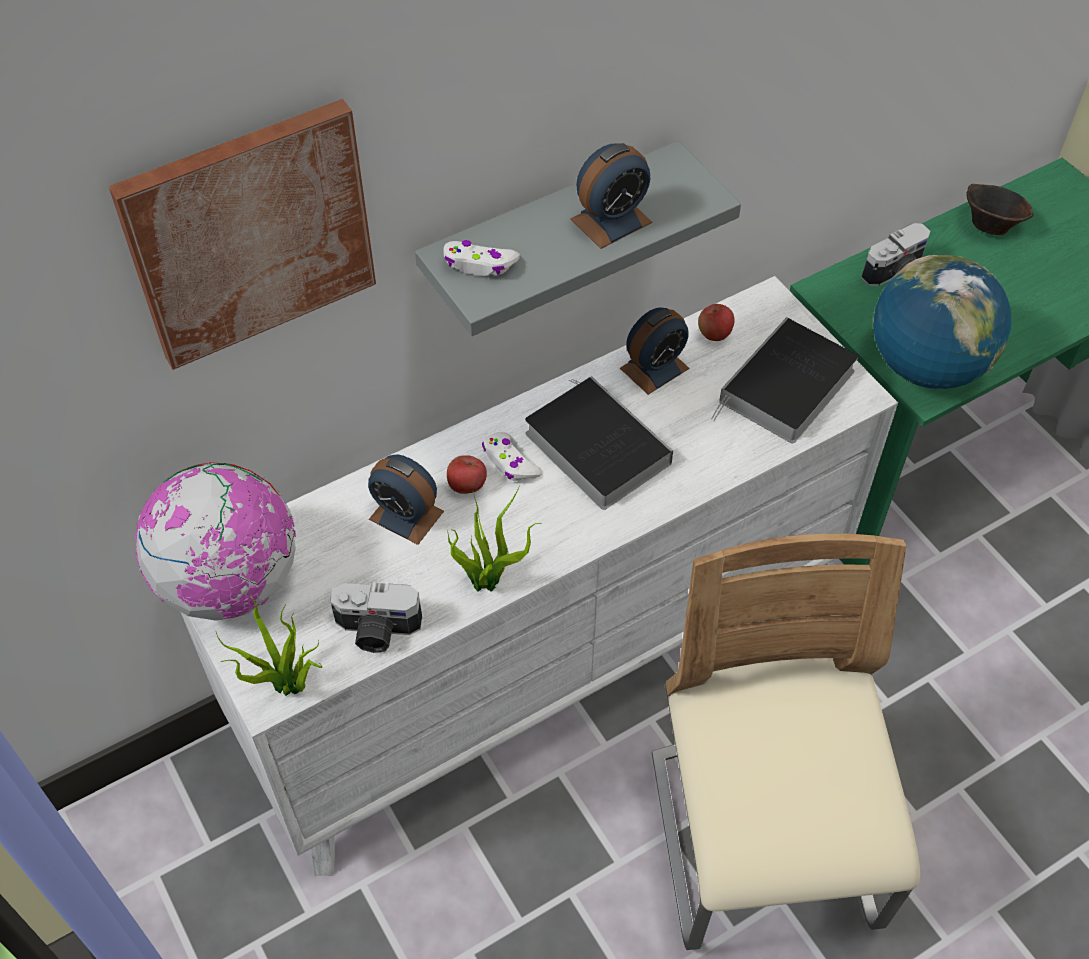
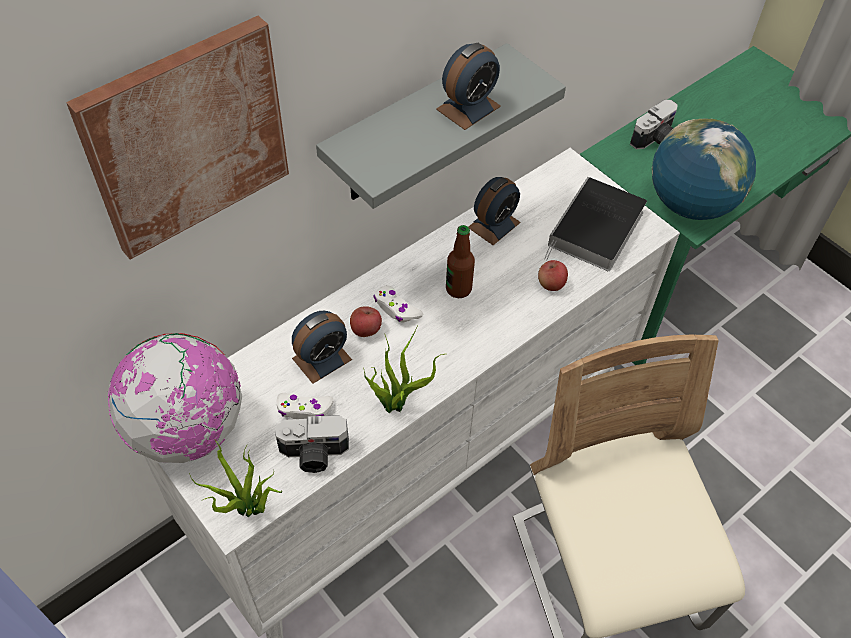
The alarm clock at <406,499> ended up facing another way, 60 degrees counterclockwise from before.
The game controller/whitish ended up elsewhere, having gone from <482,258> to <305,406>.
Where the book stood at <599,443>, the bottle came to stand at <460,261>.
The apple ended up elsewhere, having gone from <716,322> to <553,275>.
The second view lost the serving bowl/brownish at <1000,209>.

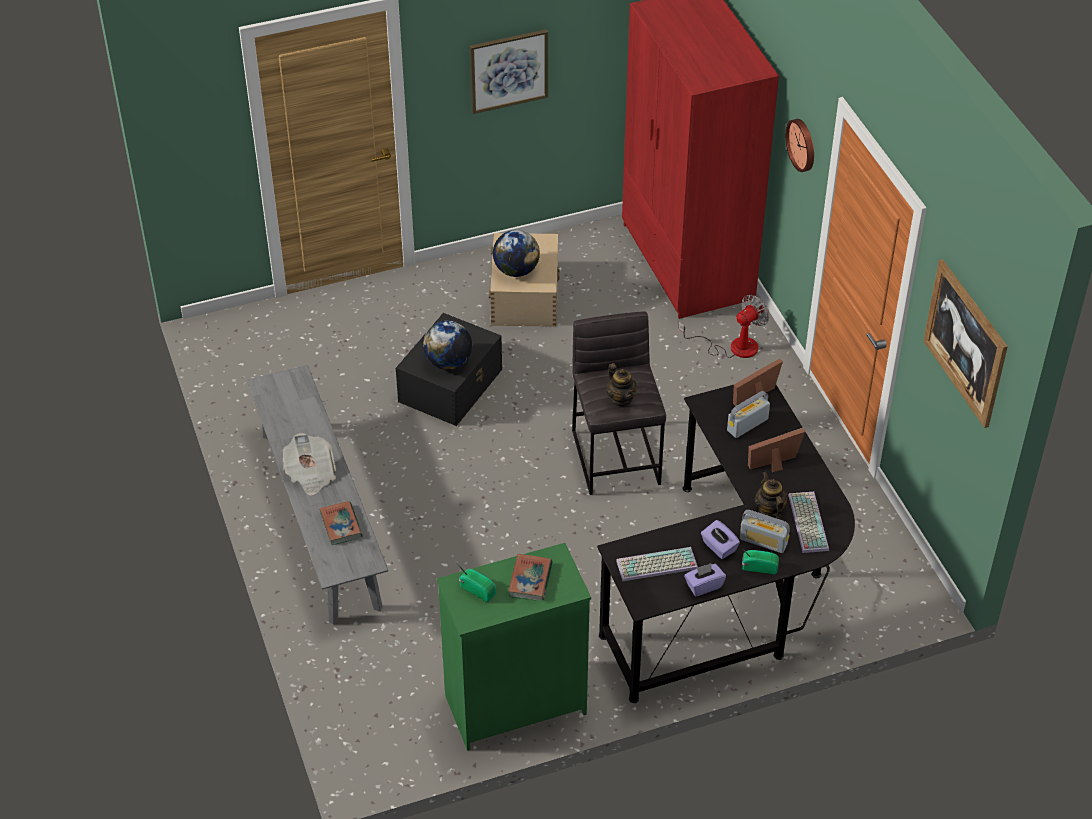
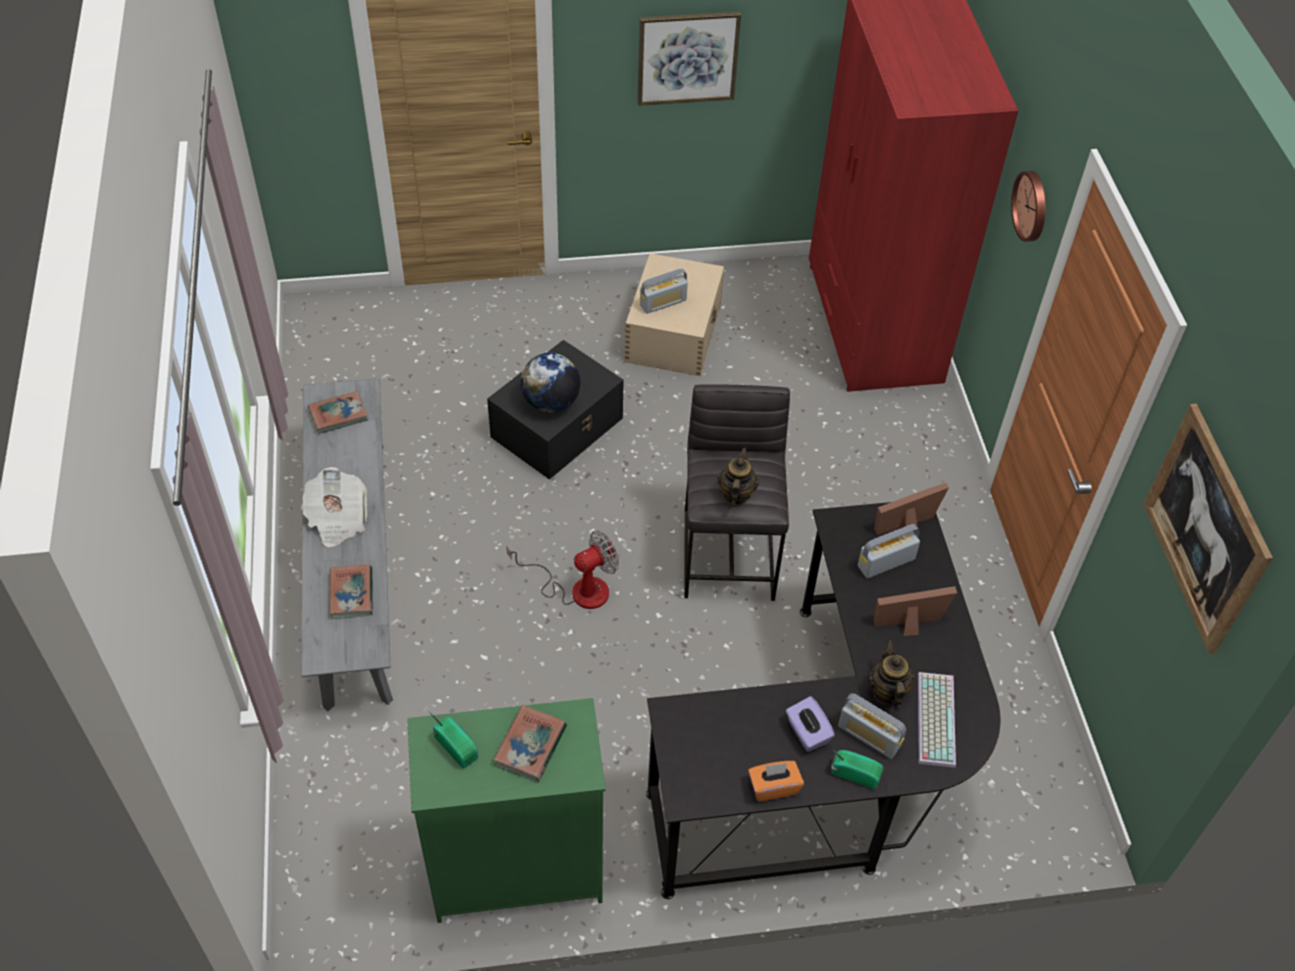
Where the world globe stood at <516,253>, the radio receiver came to stand at <664,291>.
The teapot at <622,384> ended up facing another way, 150 degrees counterclockwise from before.
The second view lost the computer keyboard at <657,564>.
The electric fan ended up elsewhere, having gone from <724,326> to <562,570>.
What was the box of tissues/purple-coloured at <705,580> turned into the box of tissues/orange at <776,781>.
The second view gained the book at <338,412>.

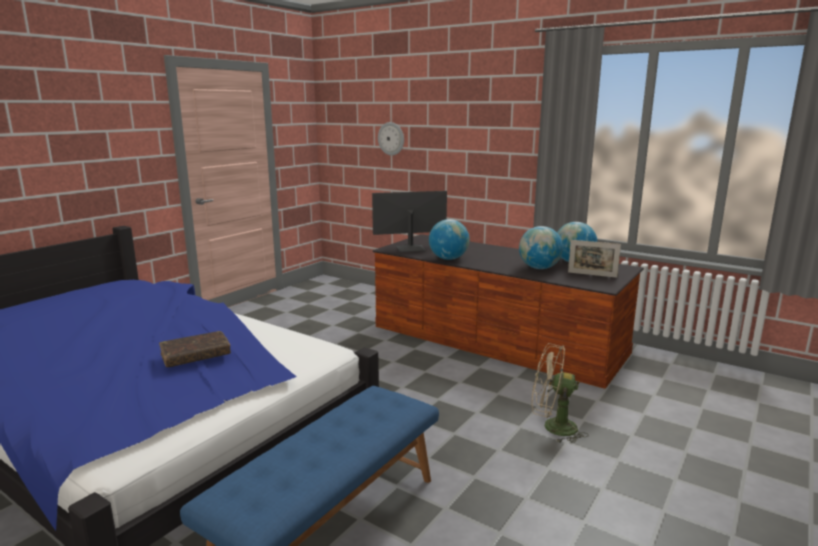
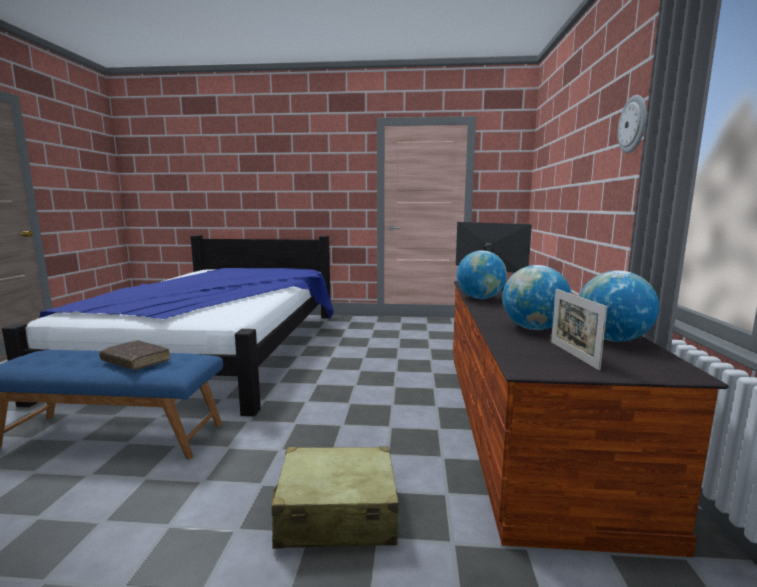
The book/brownish ended up elsewhere, having gone from <195,349> to <135,355>.
The clock on the wall ended up elsewhere, having gone from <391,139> to <632,124>.
Where the electric fan/sand-coloured stood at <559,393>, the suitcase/sand-coloured came to stand at <335,497>.

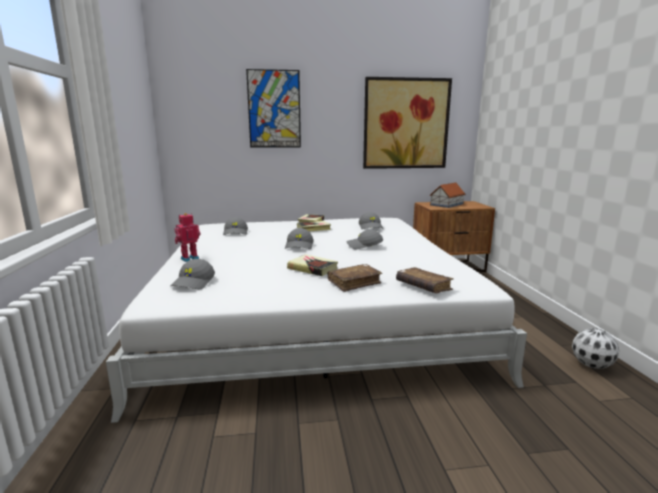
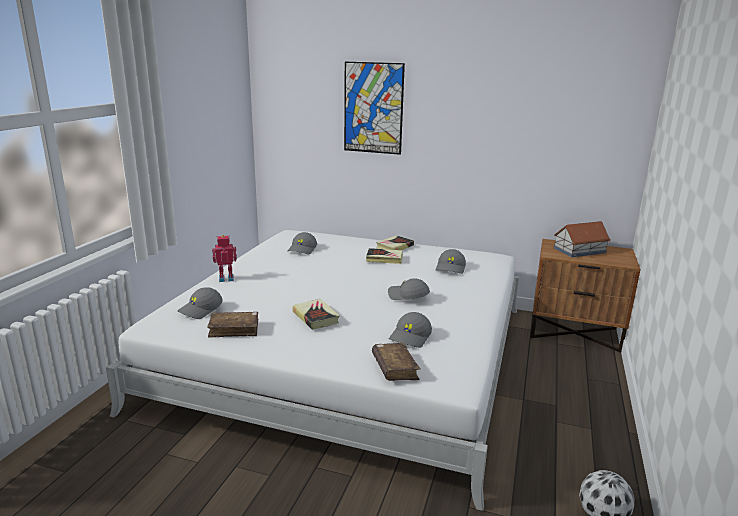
The peaked cap/gray ended up elsewhere, having gone from <299,238> to <410,330>.
The book/brownish ended up elsewhere, having gone from <355,278> to <232,325>.
The second view lost the wall picture at <407,123>.

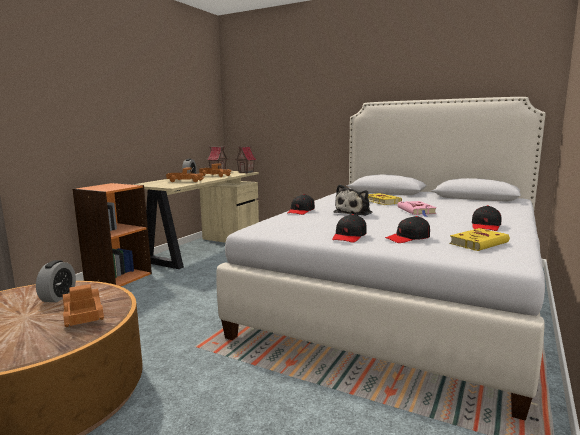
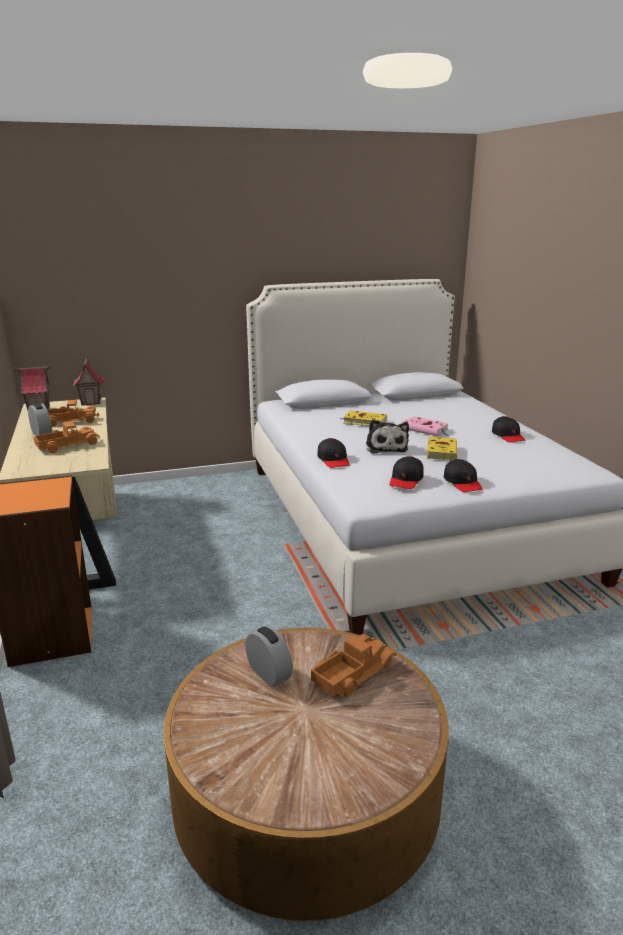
The toy truck at <83,305> ended up facing another way, 120 degrees clockwise from before.
The peaked cap/black ended up elsewhere, having gone from <407,229> to <406,472>.
The book/yellow-coloured ended up elsewhere, having gone from <479,239> to <442,448>.

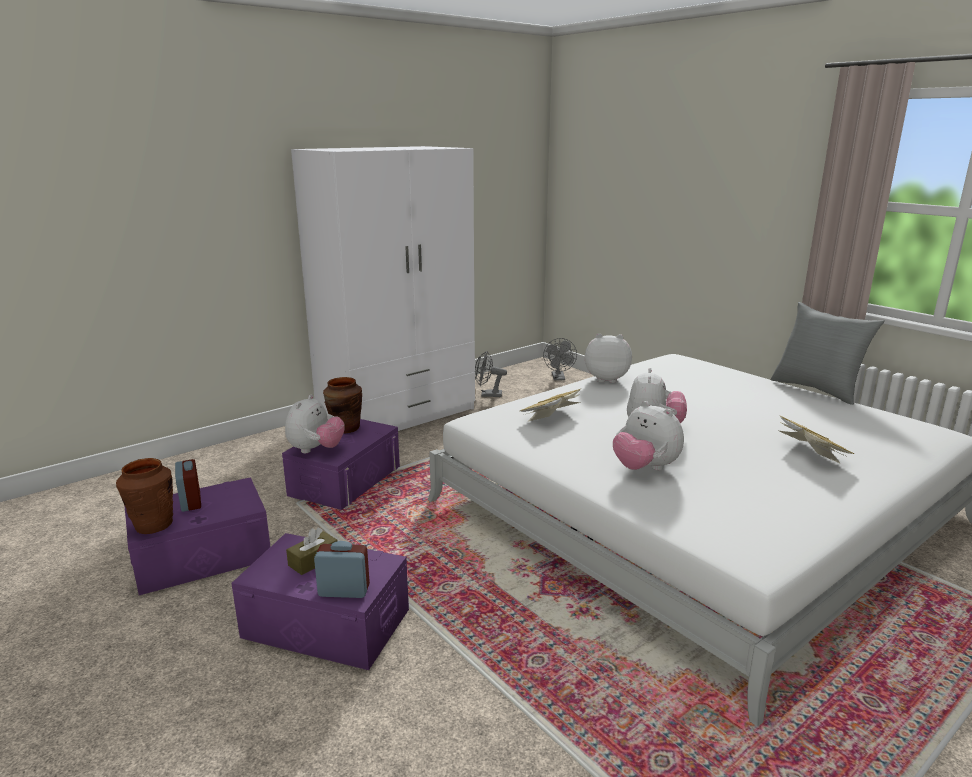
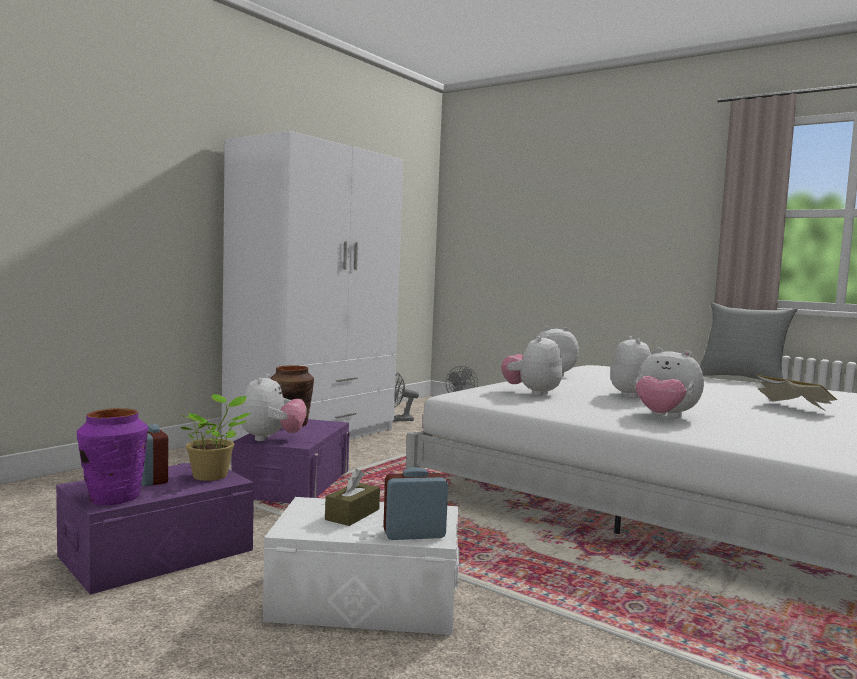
What was the vase/brownish at <144,496> turned into the vase/purple-coloured at <113,456>.
What was the storage box/purple-coloured at <320,601> turned into the storage box/whitish at <361,566>.
Where the book stood at <550,405>, the soft toy came to stand at <531,365>.
The second view gained the houseplant at <215,437>.

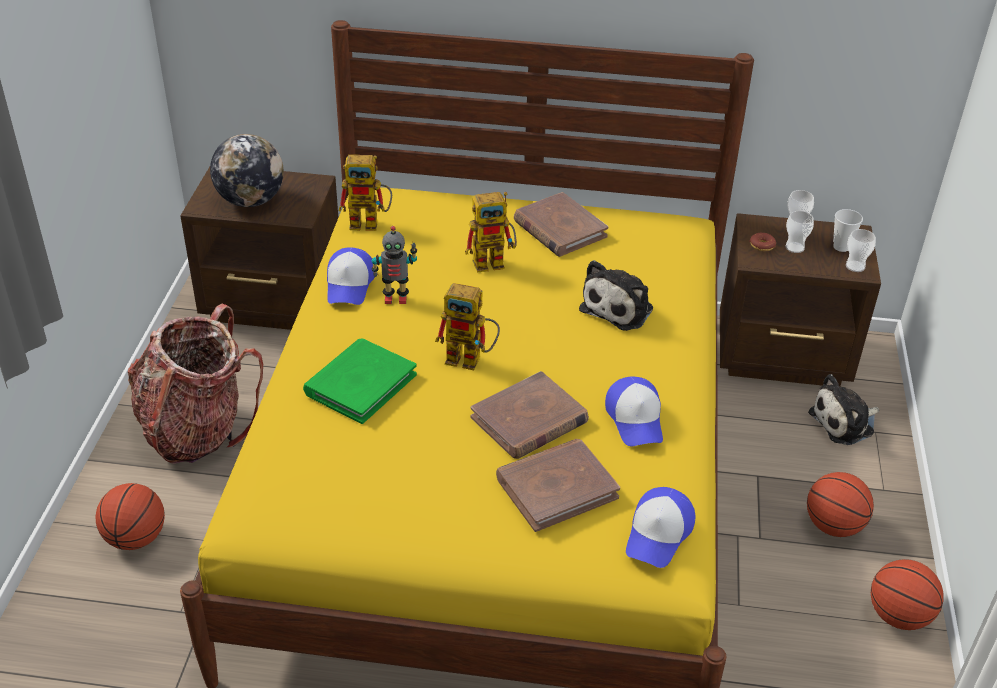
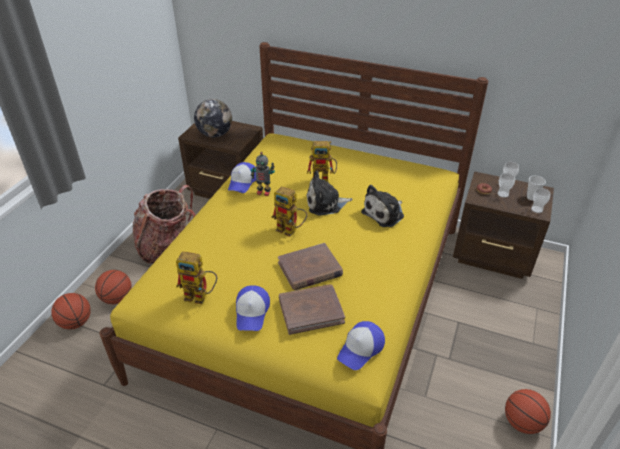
The second view lost the book/greenish at <360,381>.
The model robot ended up elsewhere, having gone from <365,193> to <196,277>.
The second view lost the book/brownish at <561,224>.
The peaked cap ended up elsewhere, having gone from <634,411> to <253,308>.
The basketball ball ended up elsewhere, having gone from <840,504> to <71,311>.
The soft toy ended up elsewhere, having gone from <843,409> to <329,193>.

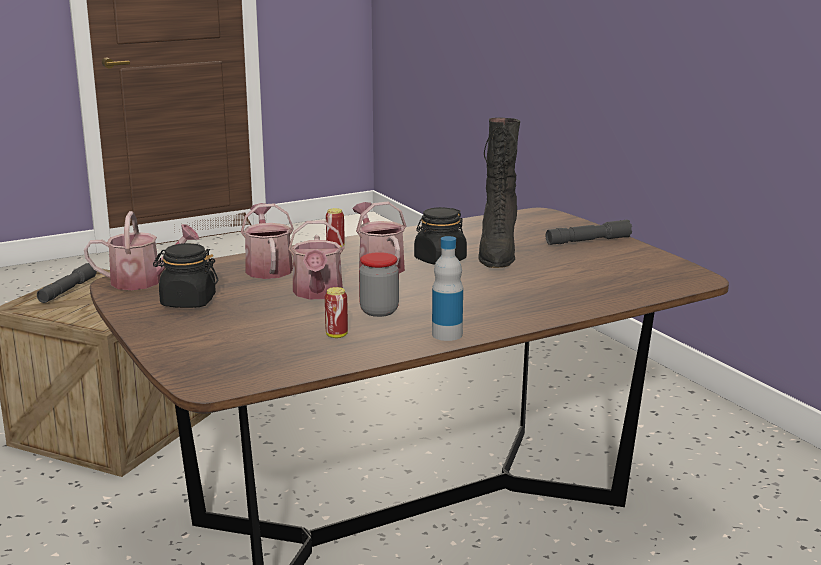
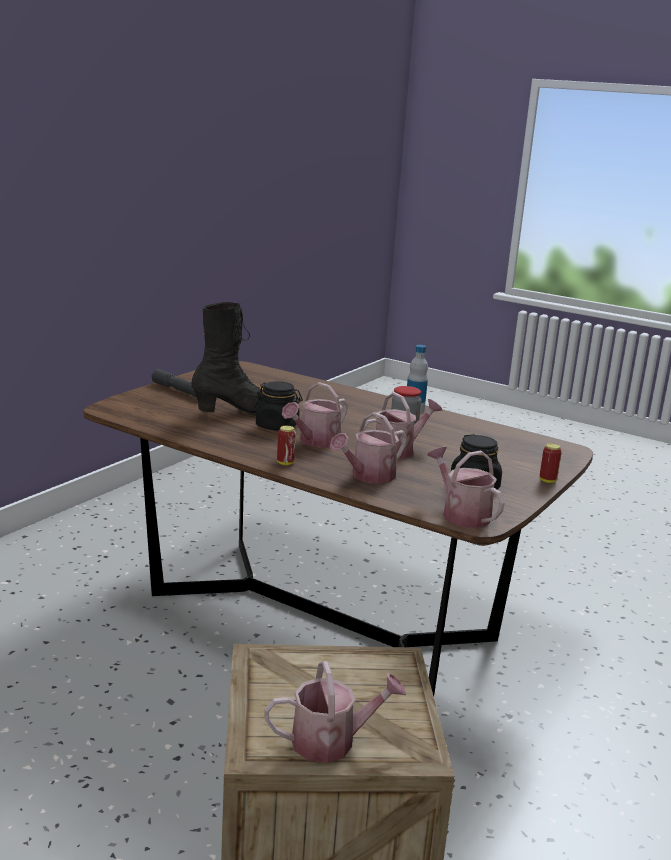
Where the torch/gray stood at <67,283>, the watering pot came to stand at <335,712>.
The can ended up elsewhere, having gone from <336,312> to <551,463>.

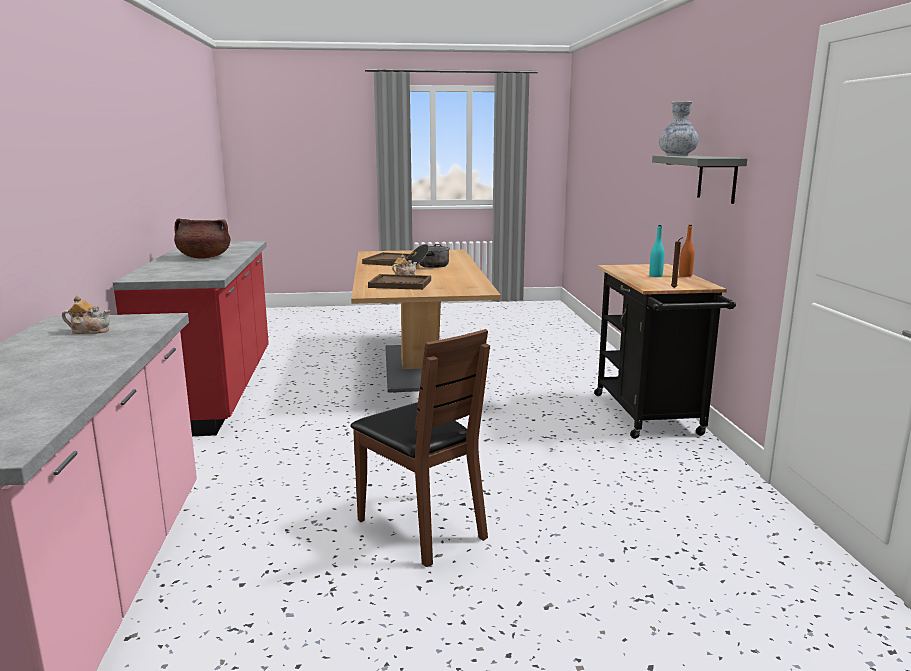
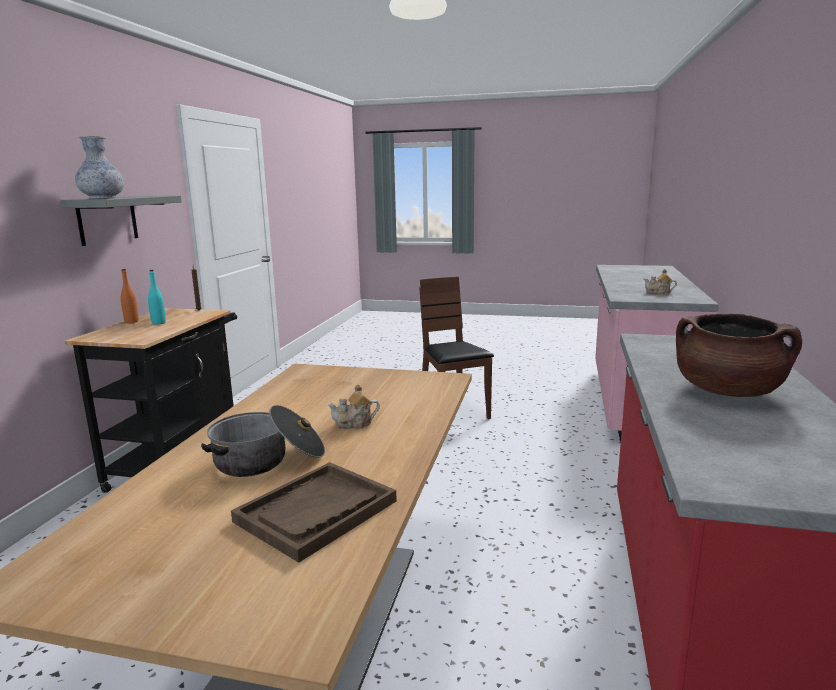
The second view lost the carrying tray/brownish at <399,282>.

